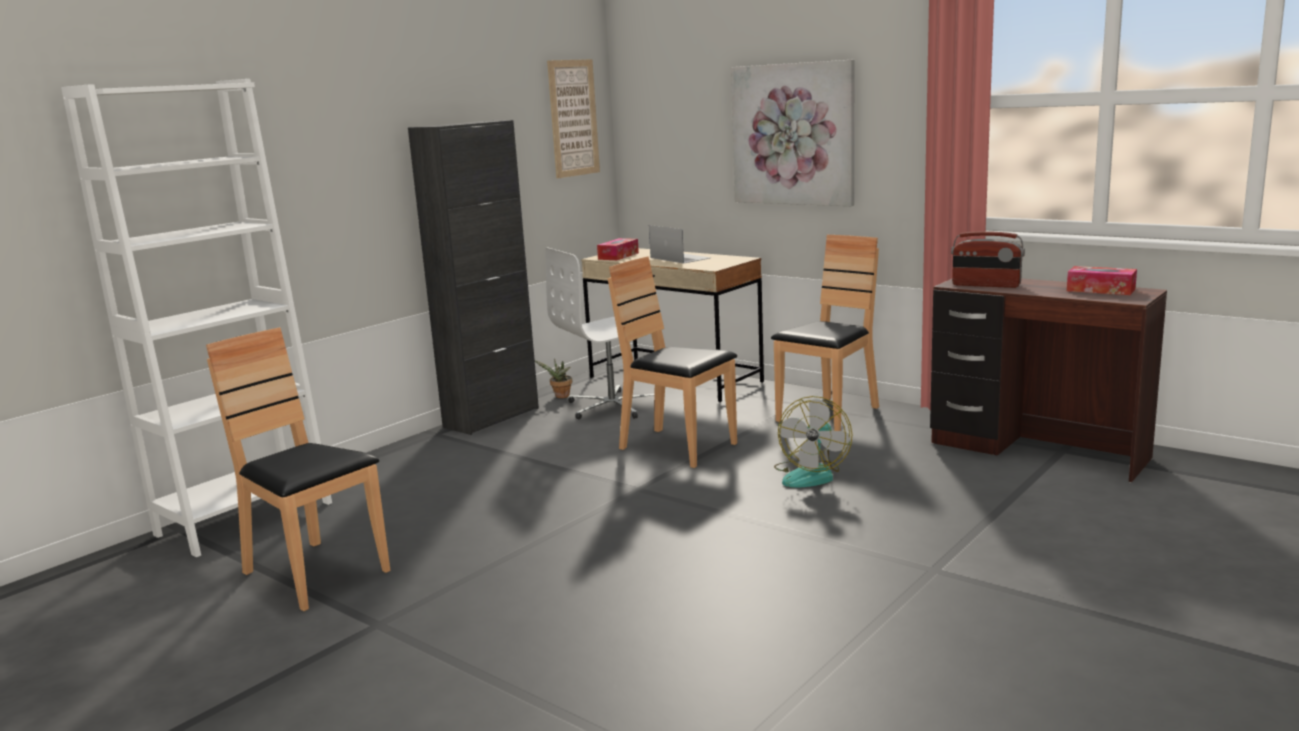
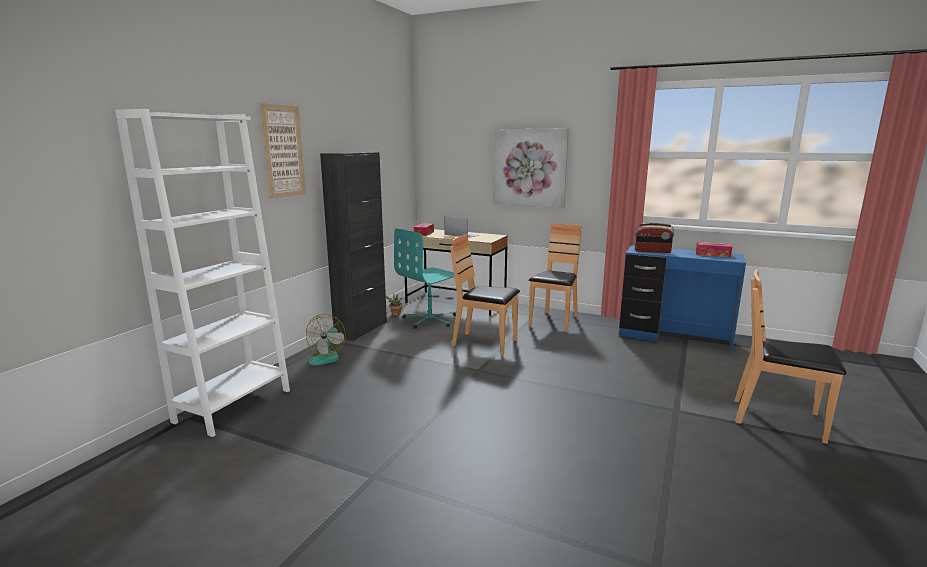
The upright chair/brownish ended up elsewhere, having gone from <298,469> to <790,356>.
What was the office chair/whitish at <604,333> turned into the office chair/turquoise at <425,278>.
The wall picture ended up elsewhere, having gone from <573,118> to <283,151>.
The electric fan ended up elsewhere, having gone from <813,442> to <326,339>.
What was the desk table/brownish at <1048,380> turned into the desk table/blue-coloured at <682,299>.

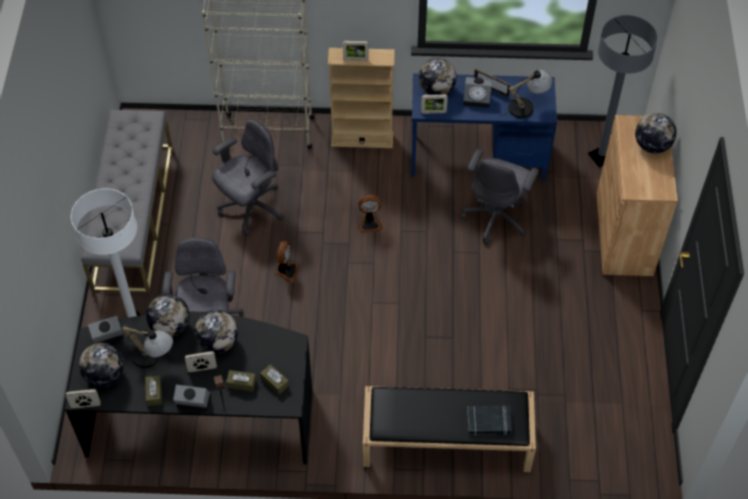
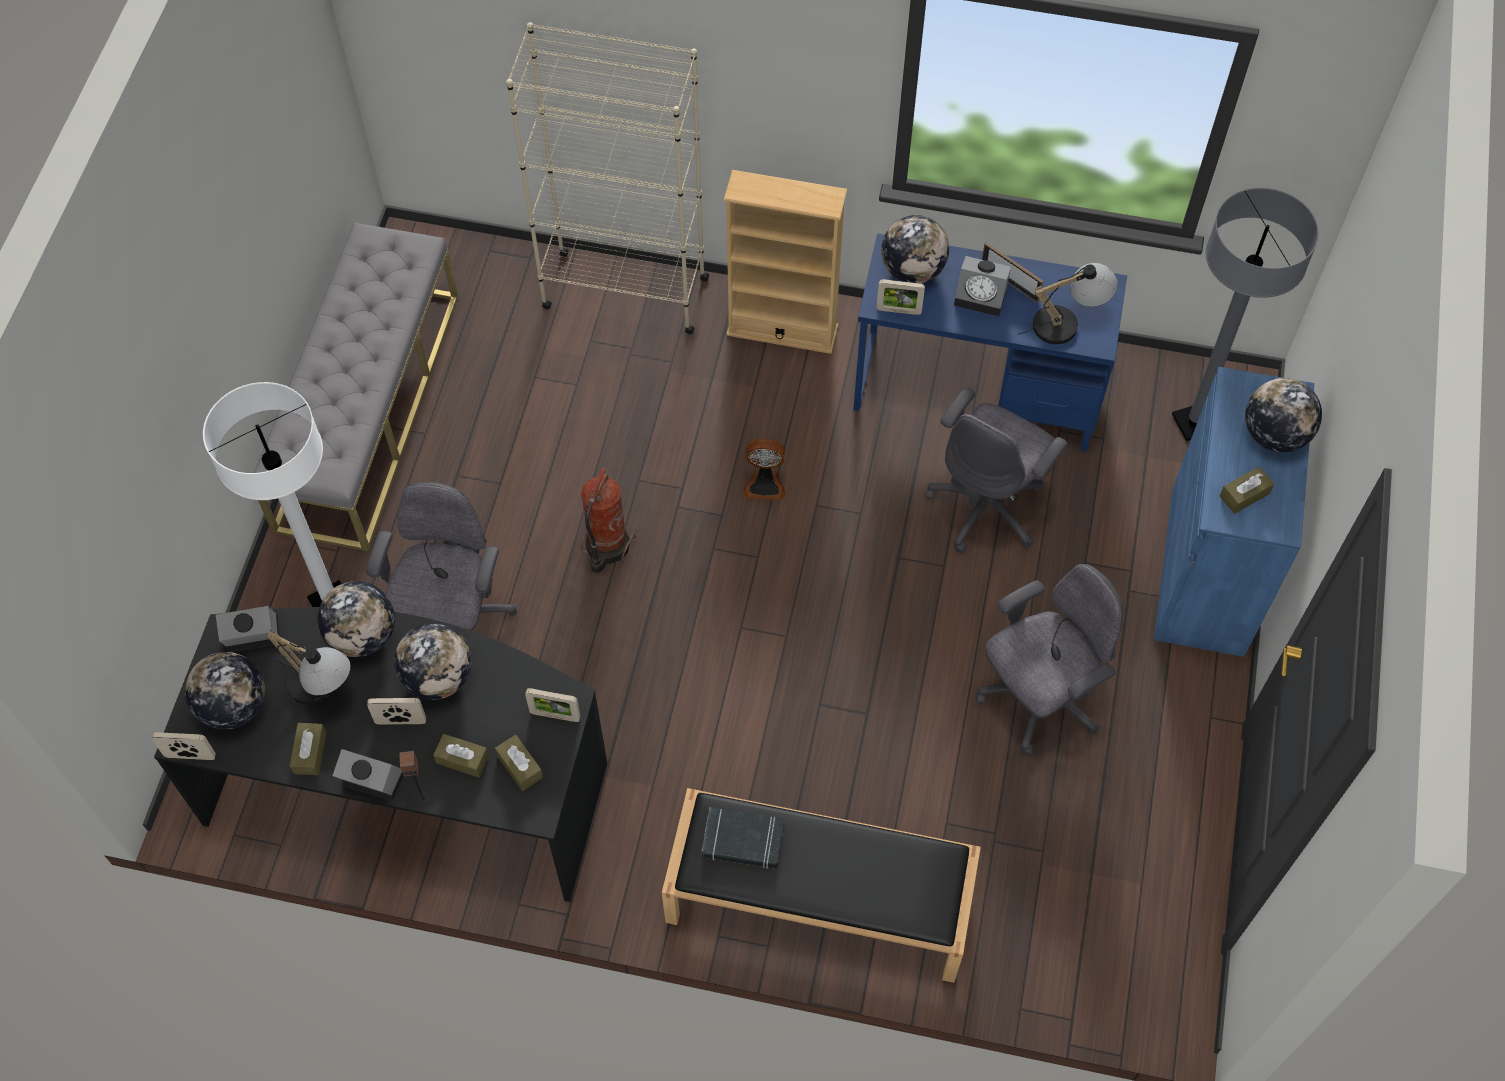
The office chair/gray ended up elsewhere, having gone from <248,177> to <1049,660>.
Where the electric fan stood at <287,261>, the fire extinguisher came to stand at <608,520>.
The photo frame ended up elsewhere, having gone from <356,51> to <552,705>.
The book/black ended up elsewhere, having gone from <489,420> to <743,838>.
What was the cupboard/brownish at <637,195> turned into the cupboard/blue-coloured at <1234,512>.
The second view gained the box of tissues/brownish at <1246,490>.

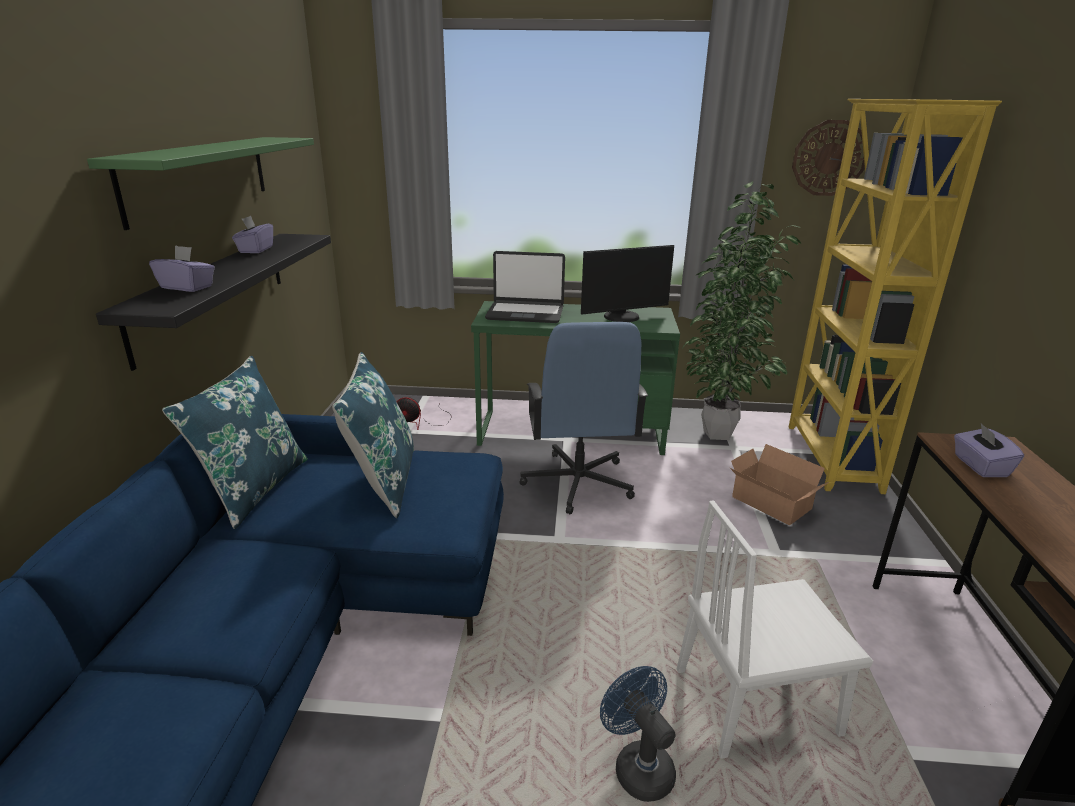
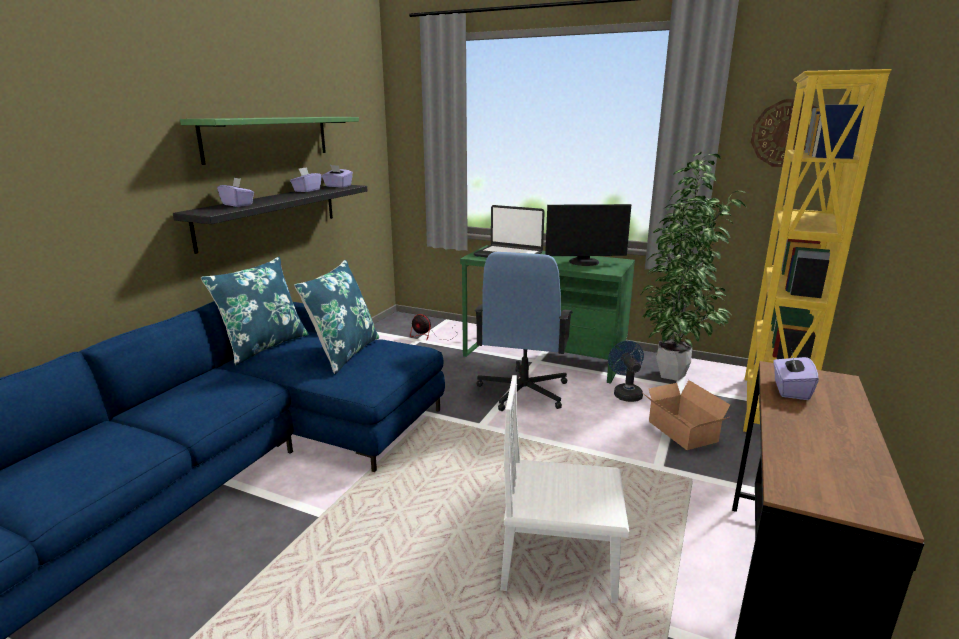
The electric fan/blue-coloured ended up elsewhere, having gone from <638,734> to <626,371>.
The second view gained the box of tissues/purple-coloured at <337,176>.

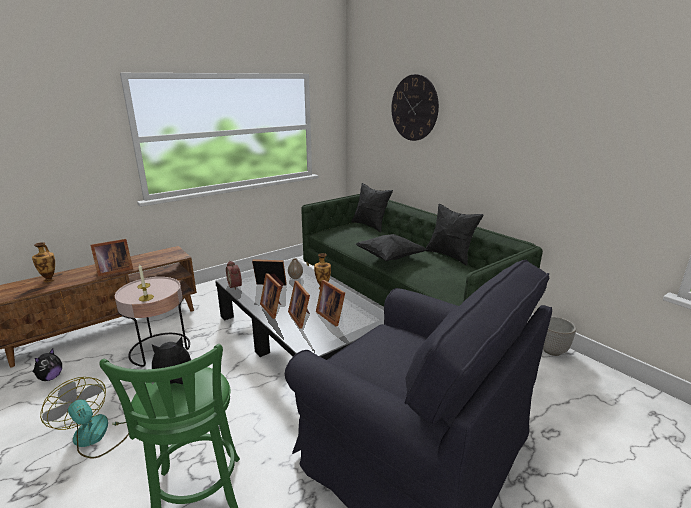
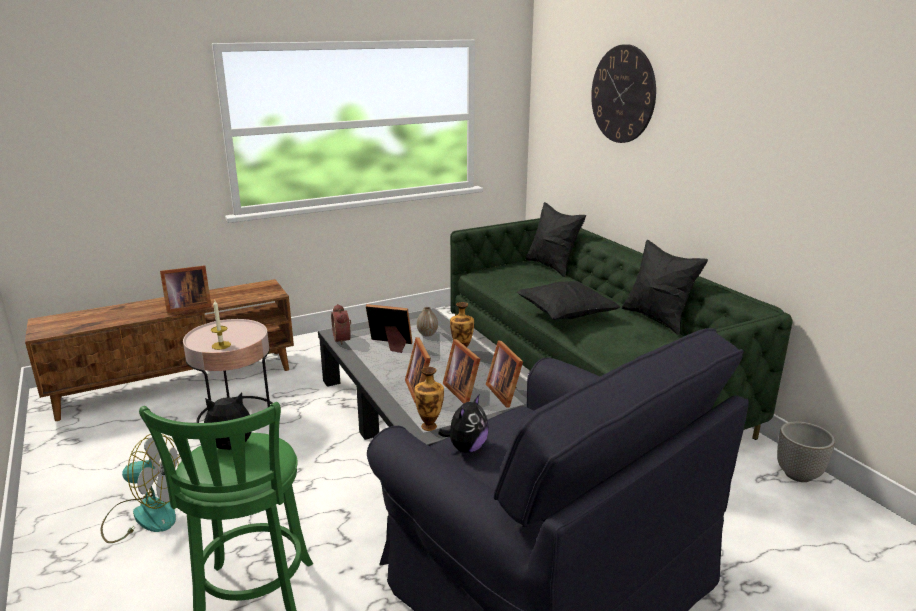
The vase ended up elsewhere, having gone from <43,262> to <429,399>.
The soft toy ended up elsewhere, having gone from <47,365> to <463,424>.
The electric fan at <84,417> ended up facing another way, 135 degrees clockwise from before.
The photo frame ended up elsewhere, having gone from <271,296> to <504,374>.

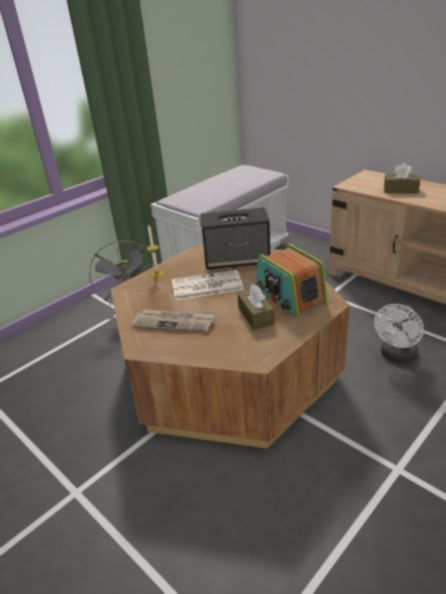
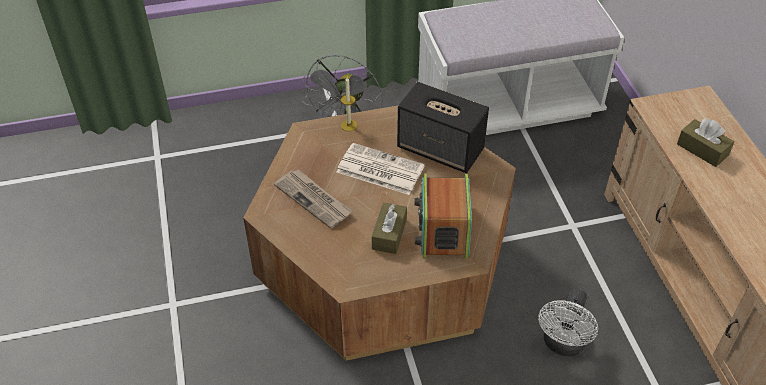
The electric fan/whitish at <399,334> ended up facing another way, 45 degrees counterclockwise from before.

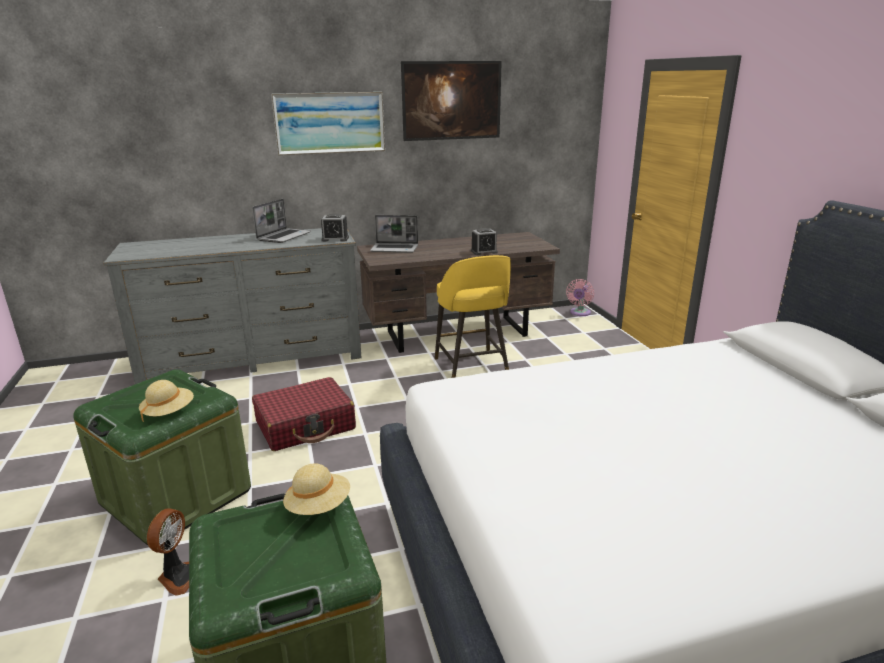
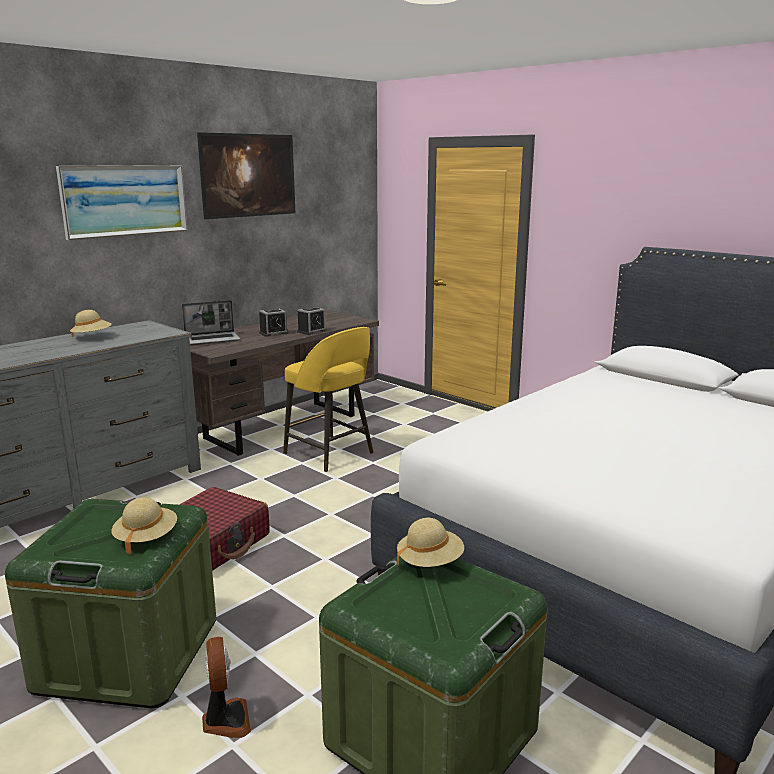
Where the notebook computer stood at <281,221>, the wearable hat/sand-coloured came to stand at <91,323>.
The alarm clock ended up elsewhere, having gone from <335,227> to <274,322>.
The second view lost the electric fan/pink at <580,297>.

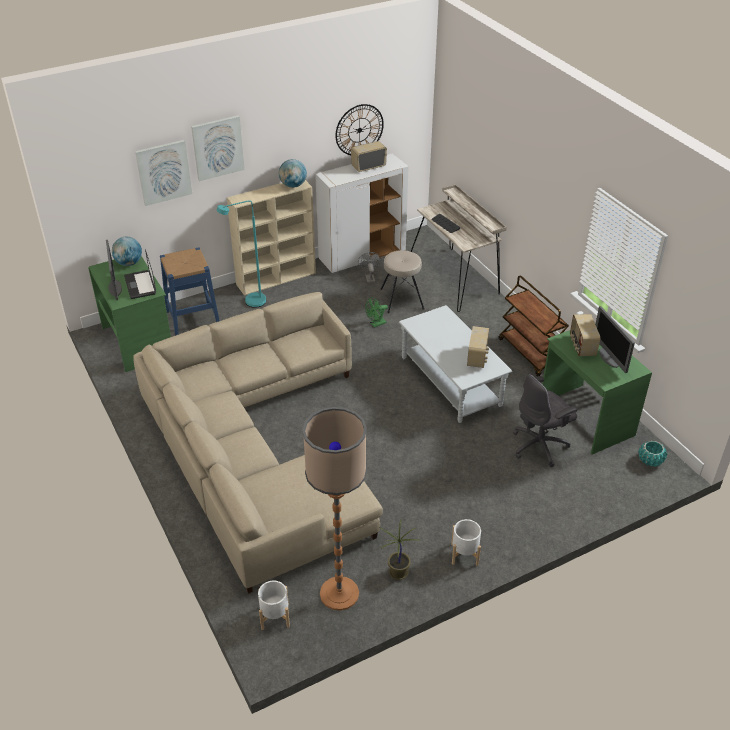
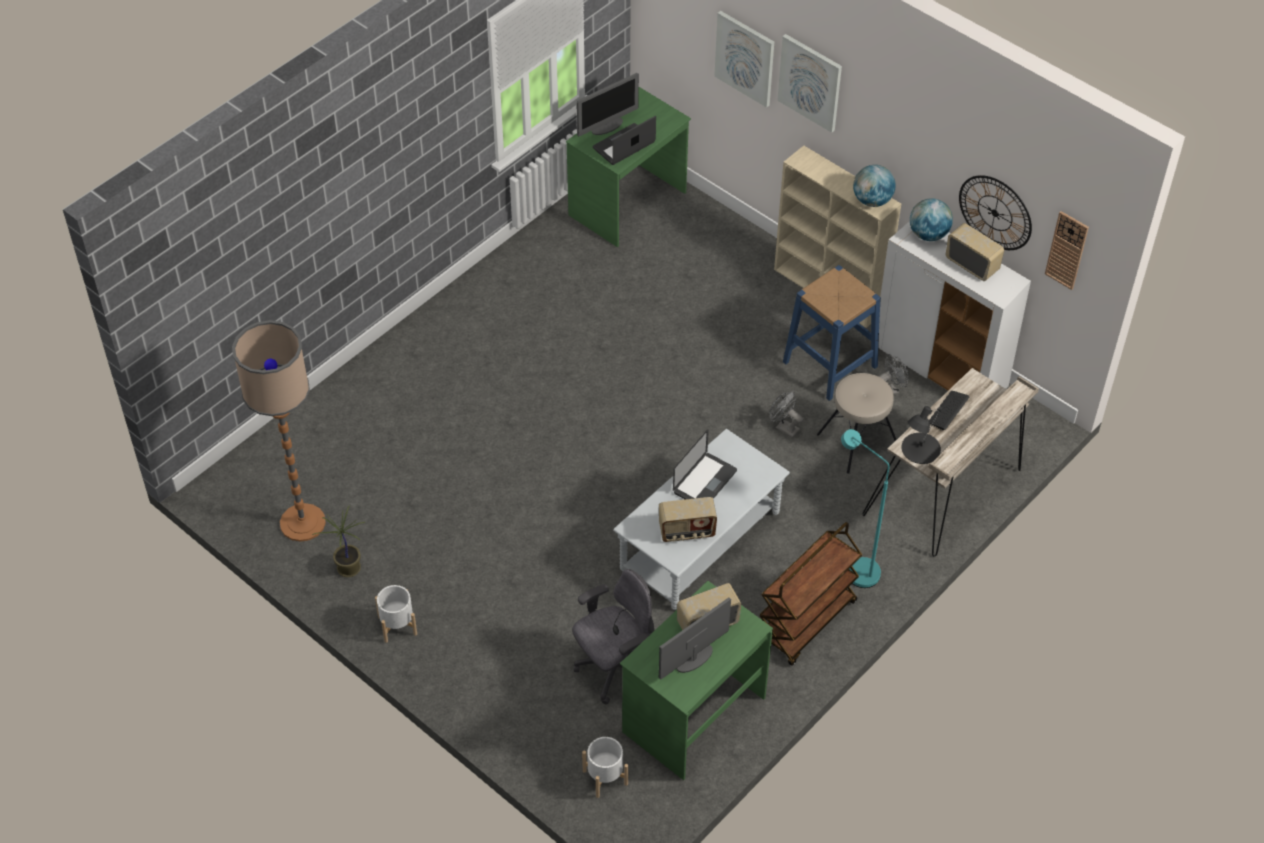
The world globe ended up elsewhere, having gone from <127,251> to <931,219>.
The second view lost the couch/sand-coloured at <258,443>.
The stool seat/blue-coloured ended up elsewhere, having gone from <190,291> to <832,333>.
The standard lamp/turquoise ended up elsewhere, having gone from <241,254> to <865,508>.
The planter/whitish ended up elsewhere, having gone from <274,605> to <605,767>.
What was the electric fan/greenish at <376,312> turned into the electric fan/gray at <786,414>.
The office chair/gray at <545,420> ended up facing another way, 105 degrees clockwise from before.
The second view lost the planter/turquoise at <652,454>.
The second view gained the notebook computer at <705,464>.
The second view gained the lamp for a table/black at <922,435>.
The second view gained the clock on the wall at <1067,250>.

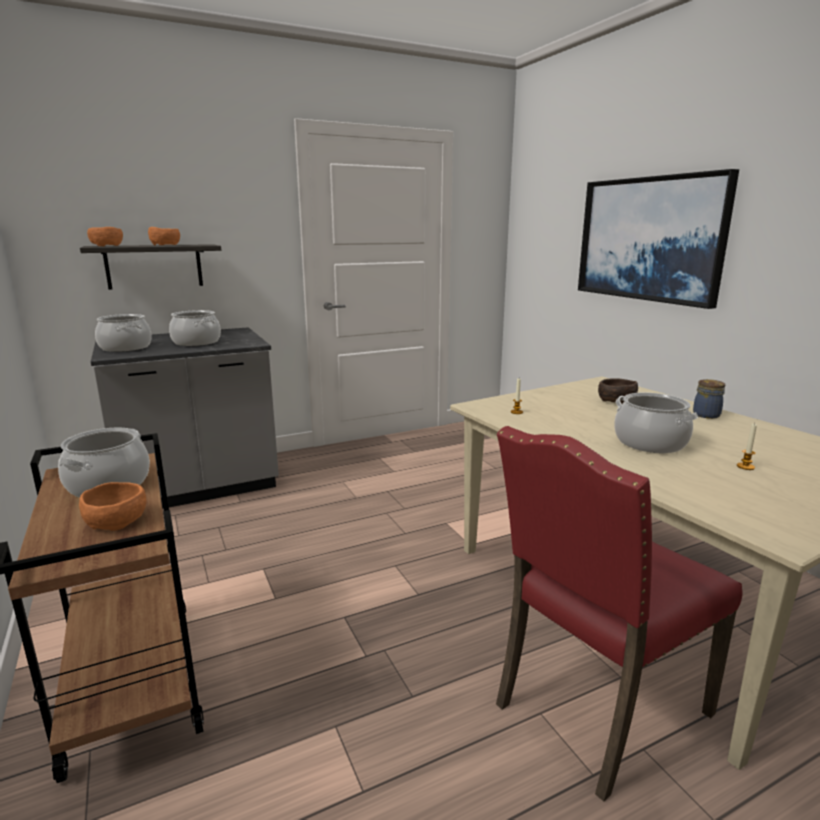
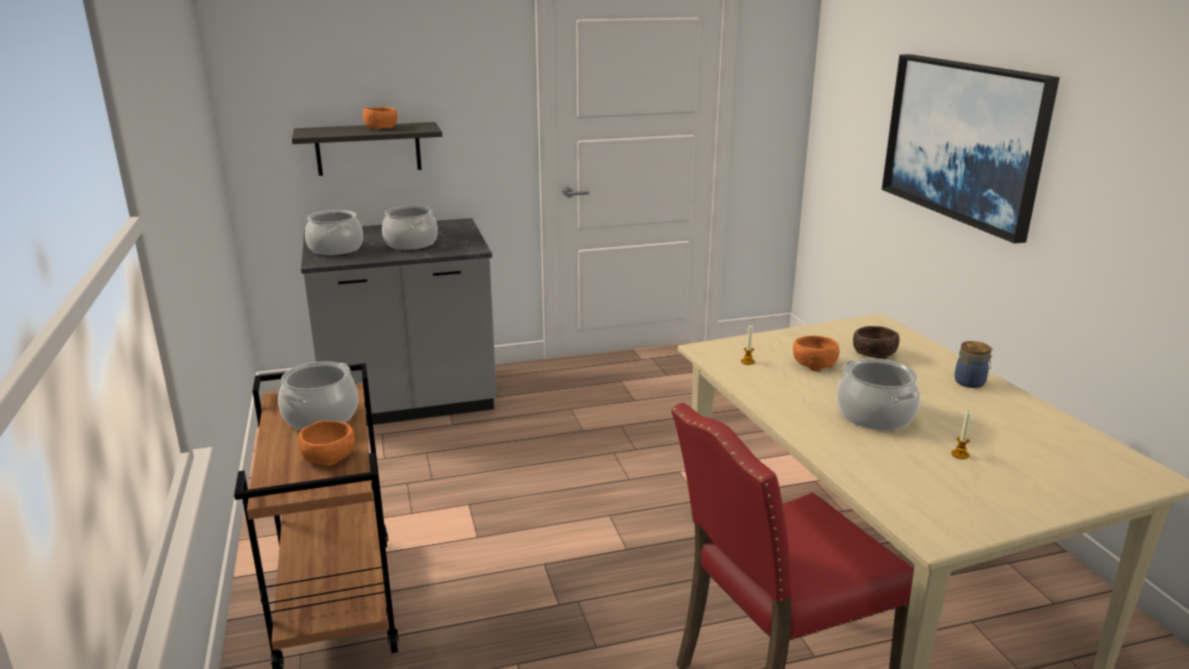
The serving bowl/orange ended up elsewhere, having gone from <105,236> to <816,353>.

